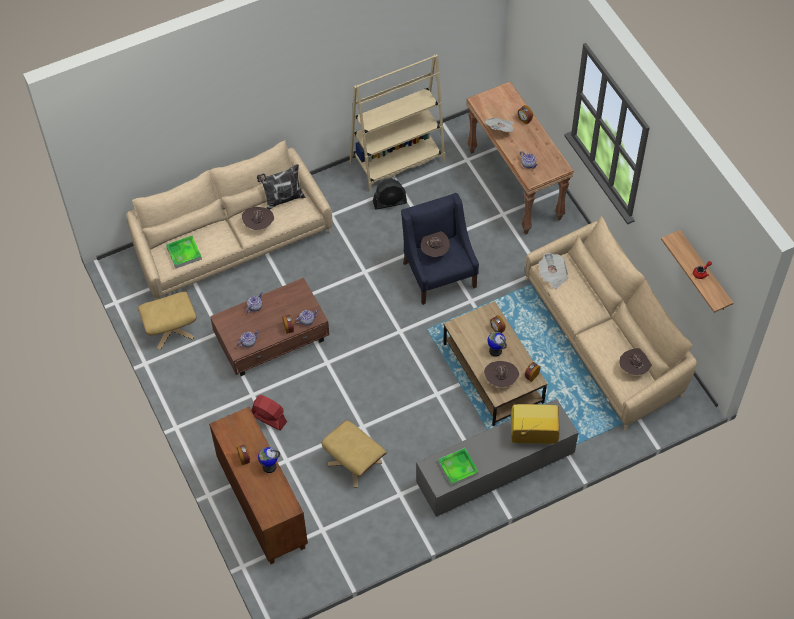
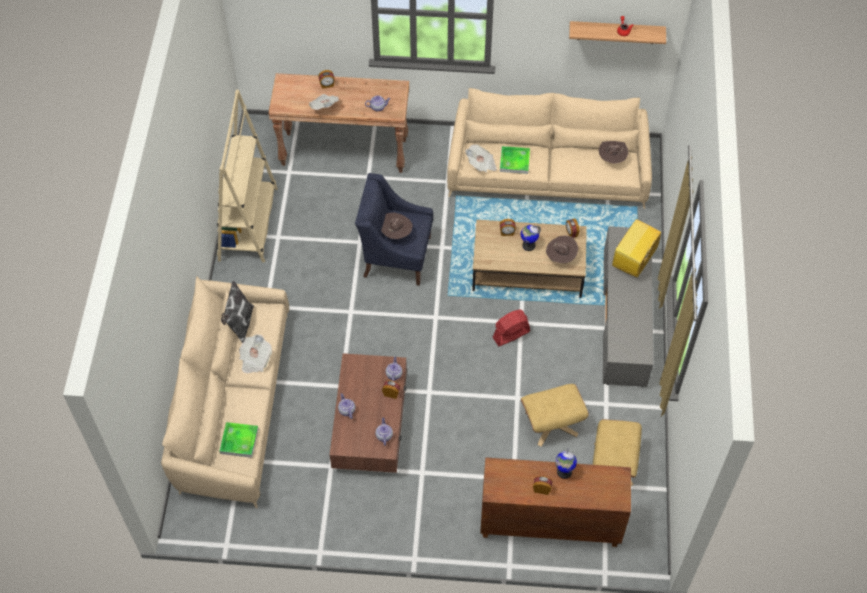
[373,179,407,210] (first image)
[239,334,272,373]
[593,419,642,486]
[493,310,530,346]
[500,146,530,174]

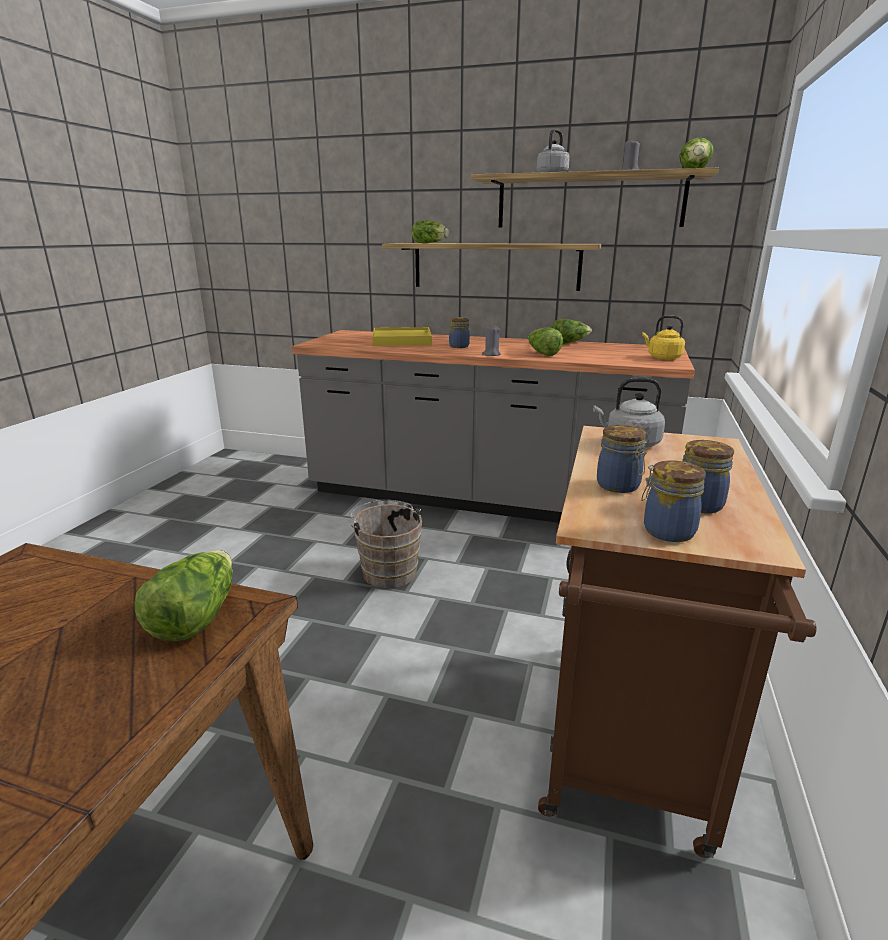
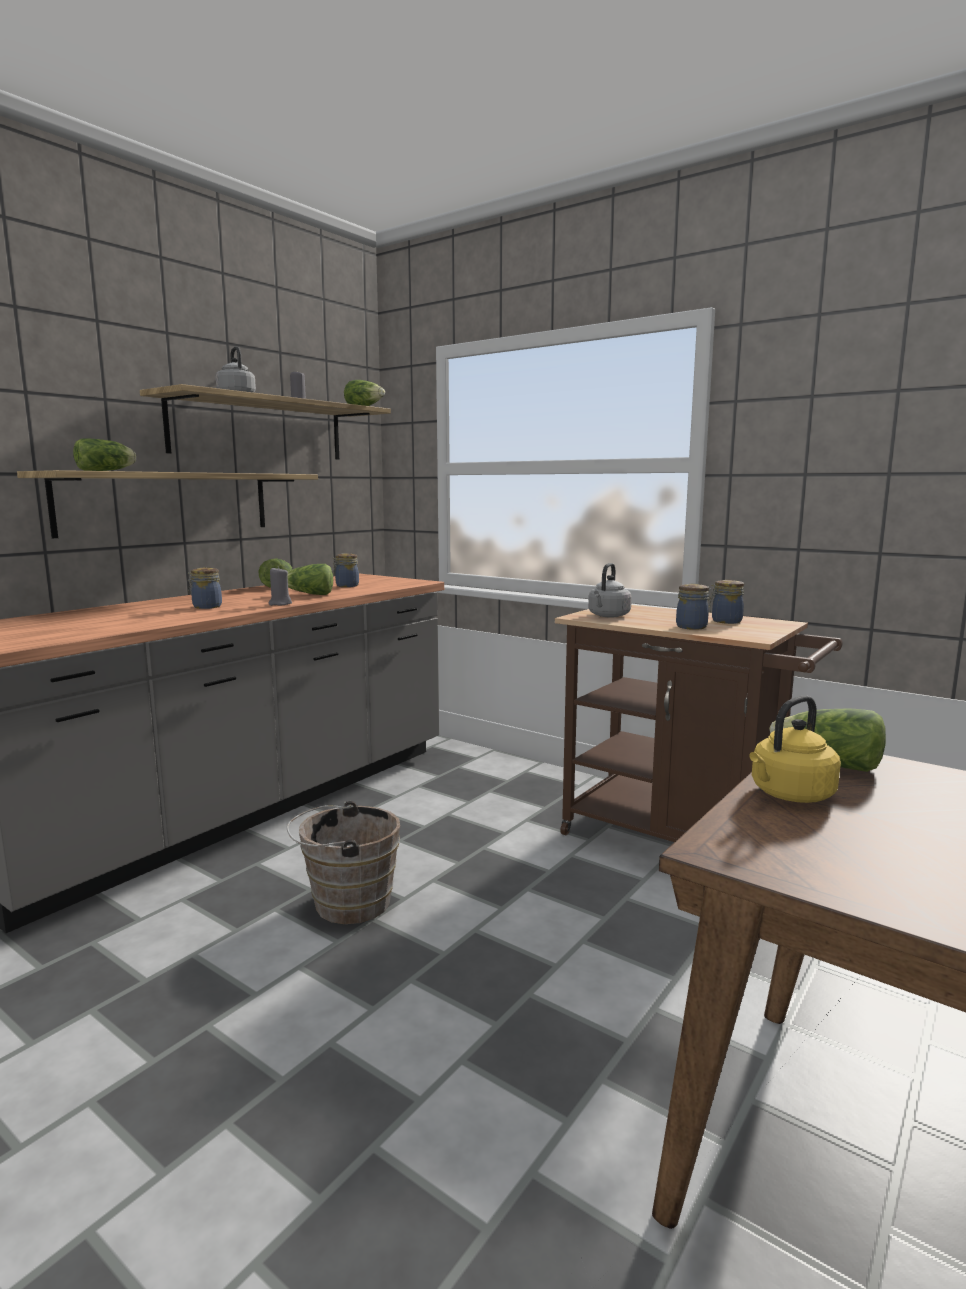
[749,695,841,803]
[372,327,432,346] (first image)
[333,553,359,587]

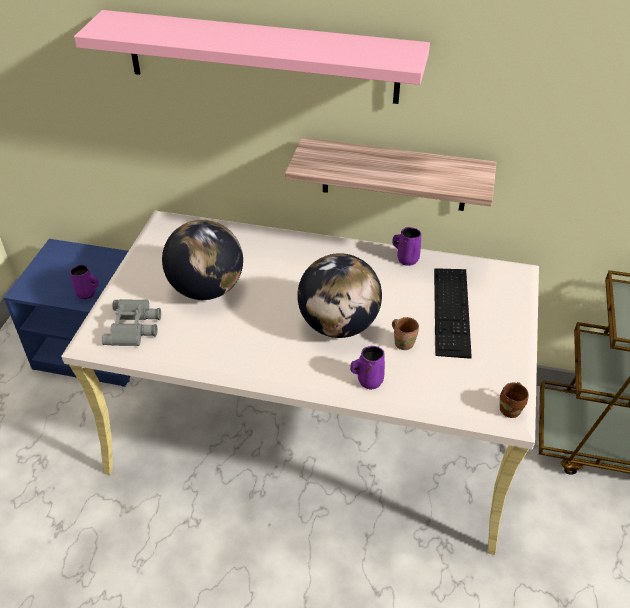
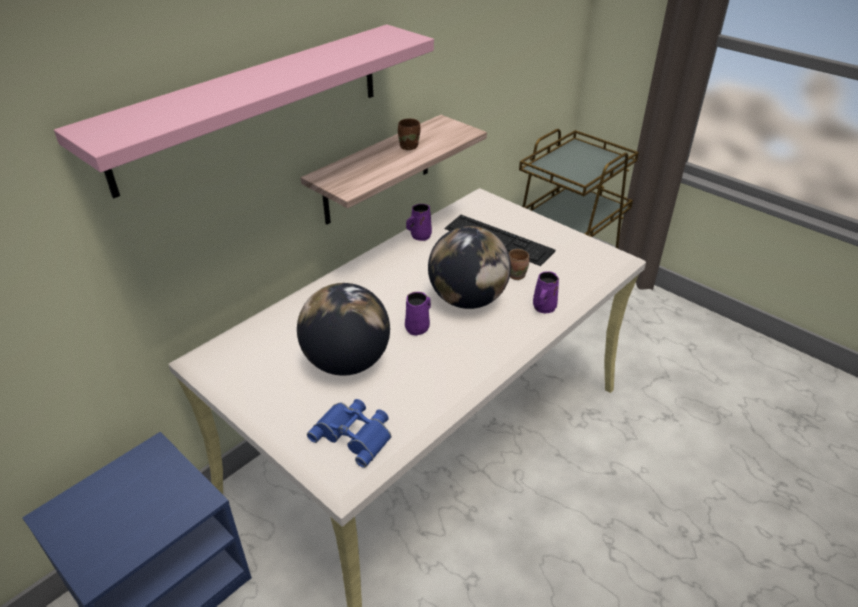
[405,292,431,336]
[307,399,391,468]
[398,119,420,150]

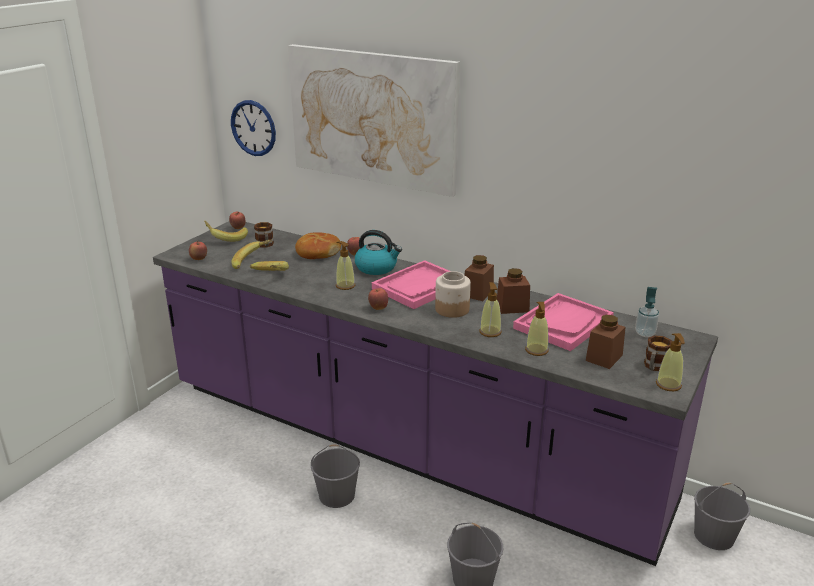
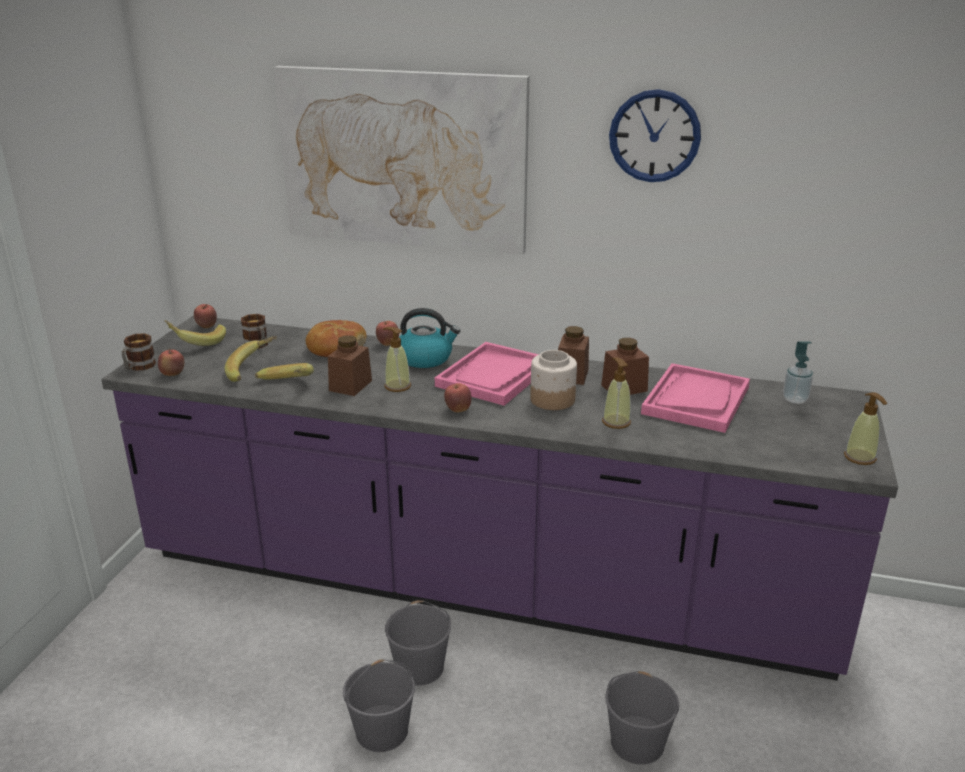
[609,89,701,182]
[525,302,549,356] (first image)
[328,335,372,396]
[122,333,156,371]
[343,659,415,752]

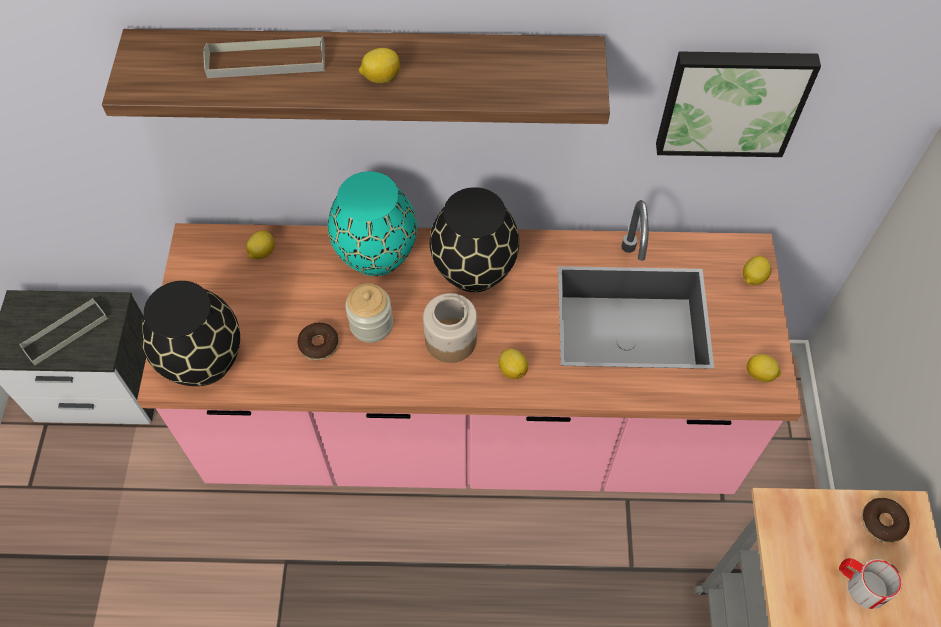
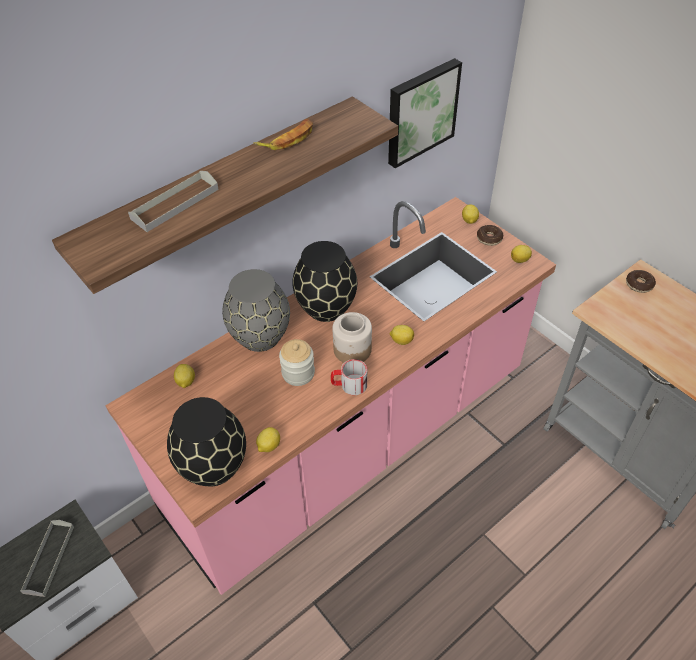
[256,427,280,452]
[222,269,290,352]
[477,225,503,246]
[331,359,367,395]
[253,119,313,150]

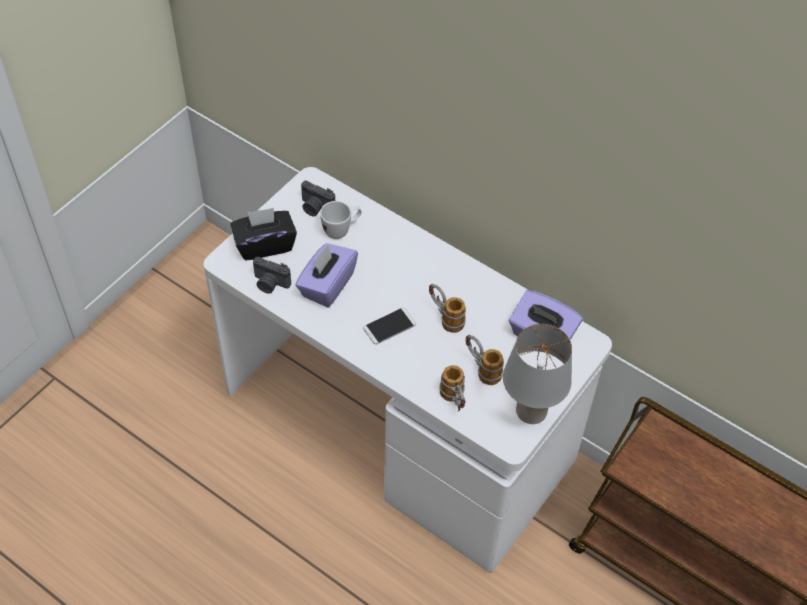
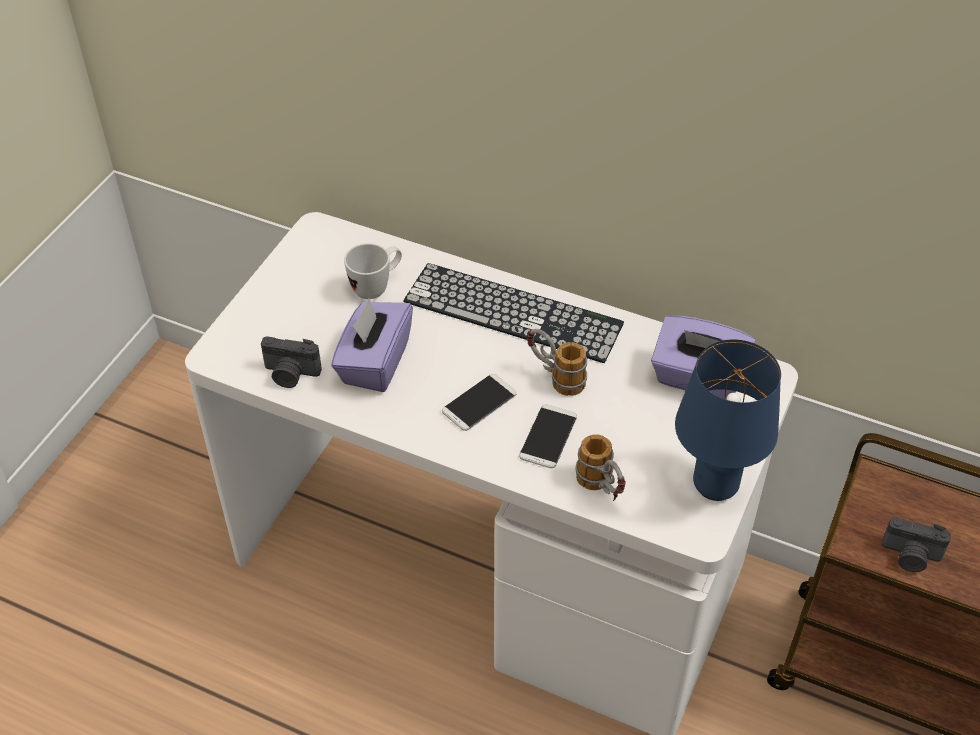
[882,517,951,572]
[231,208,297,260] (first image)
[675,339,781,501]
[466,335,504,385] (first image)
[403,263,624,363]
[519,404,577,468]

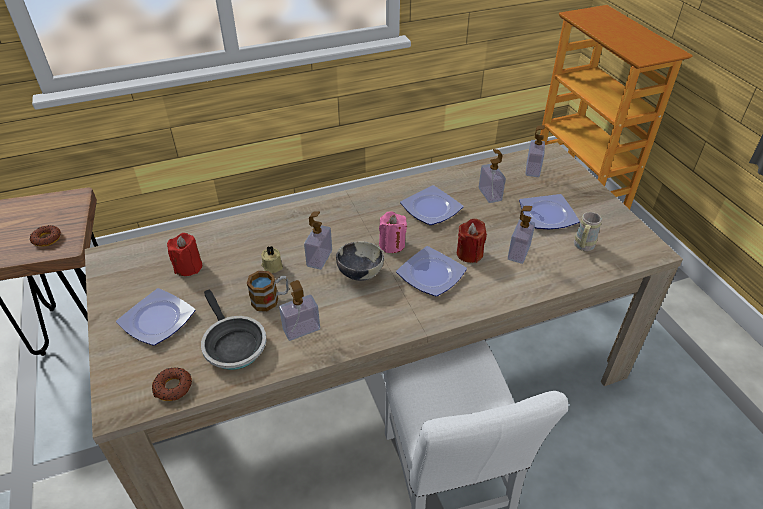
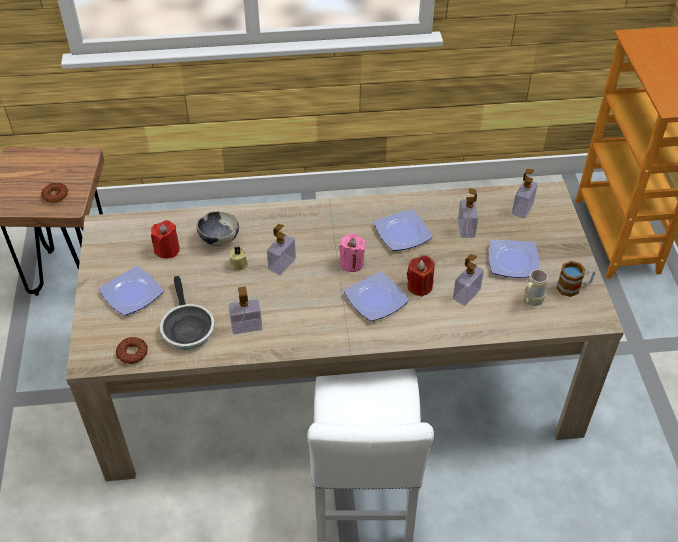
[197,211,239,246]
[556,261,595,297]

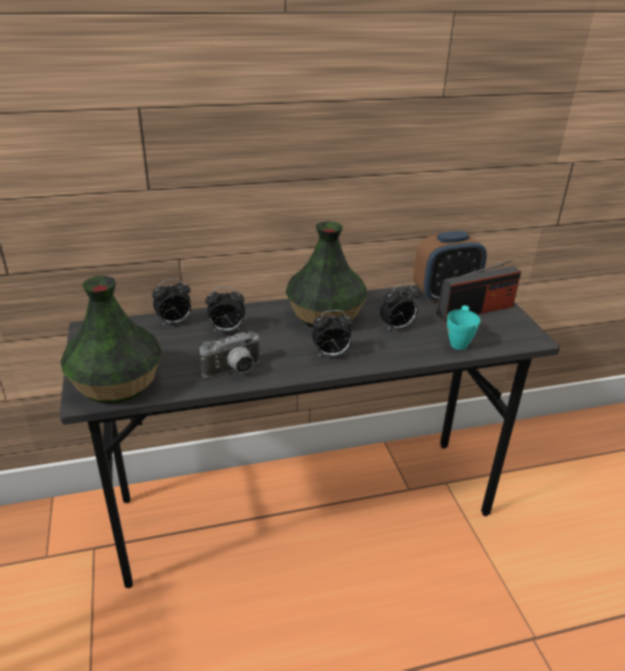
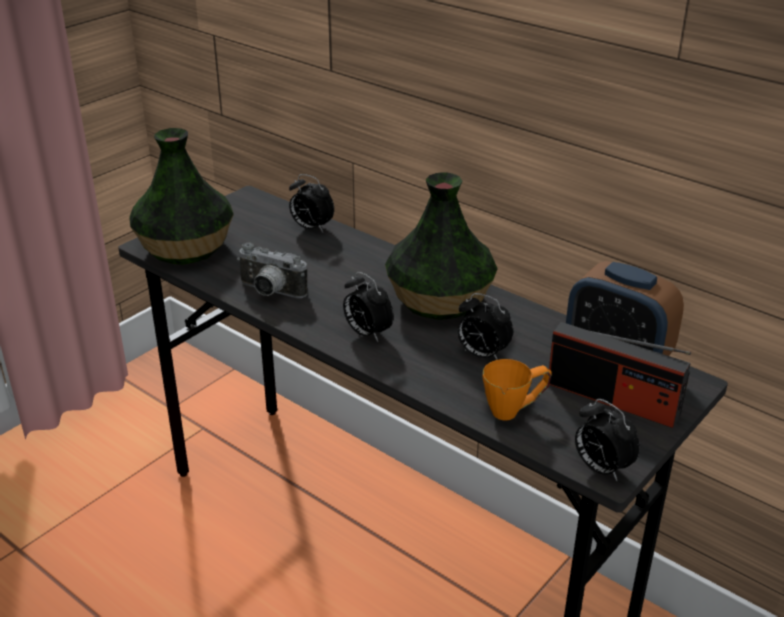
[575,399,640,481]
[483,359,552,421]

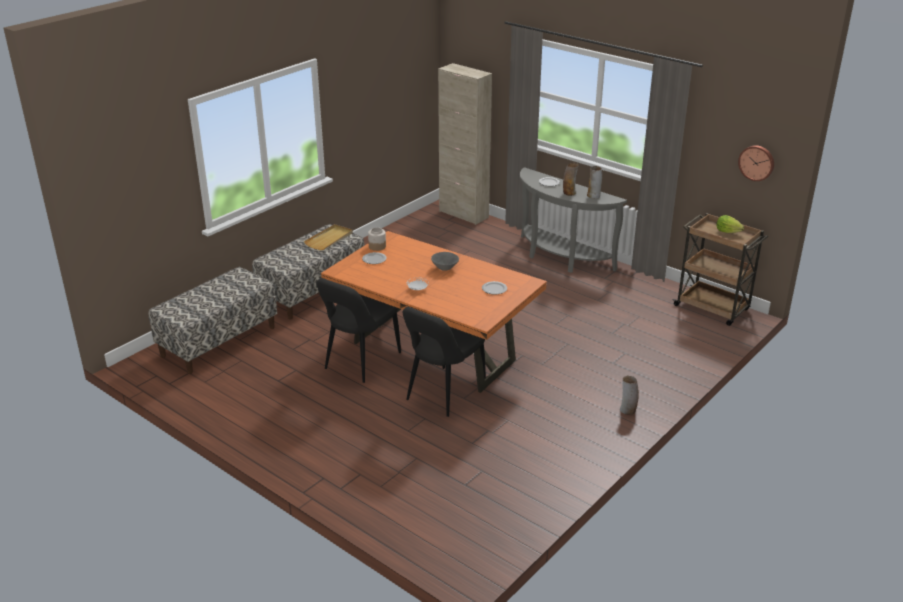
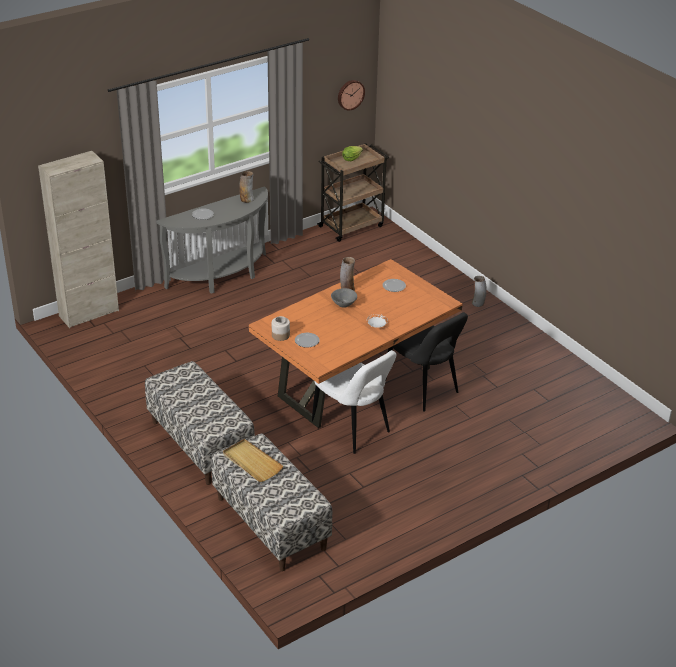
[340,257,355,290]
[223,439,283,482]
[312,350,396,454]

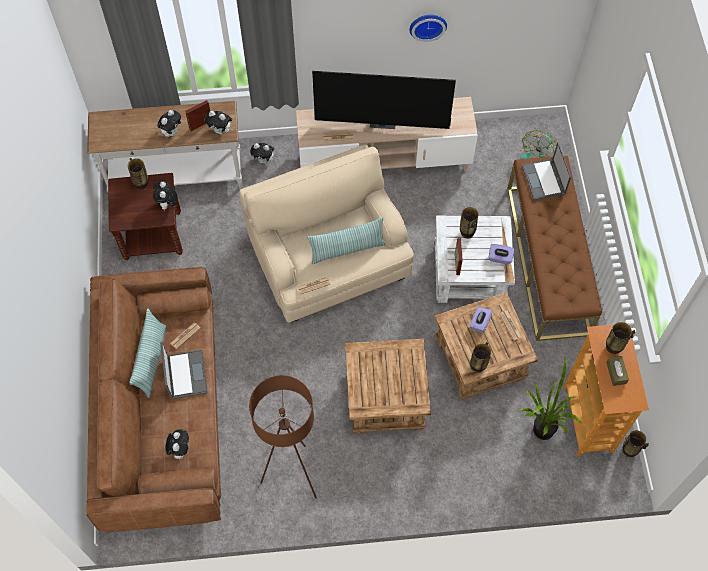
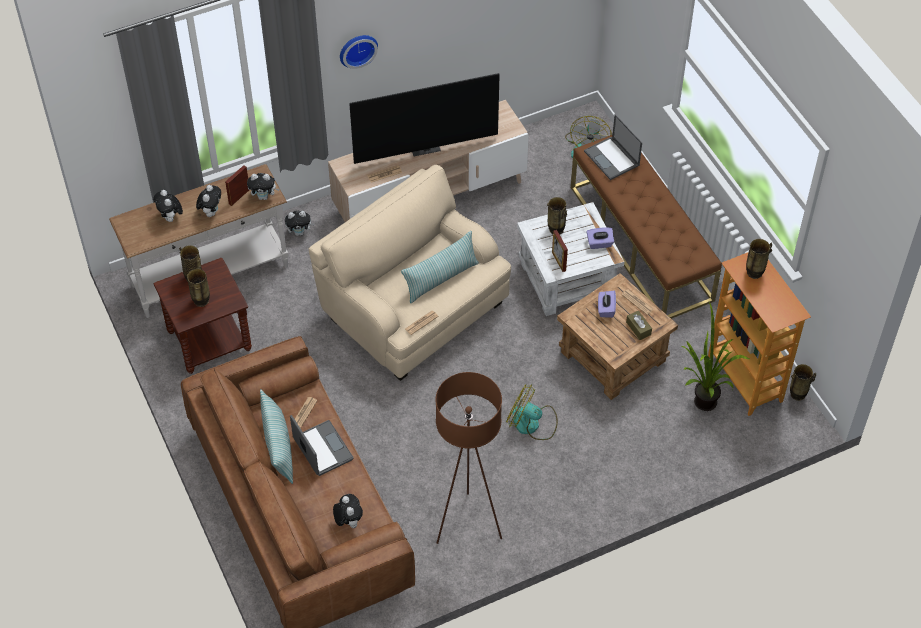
[340,35,378,69]
[153,190,183,222]
[506,384,558,440]
[187,267,210,307]
[626,311,652,340]

